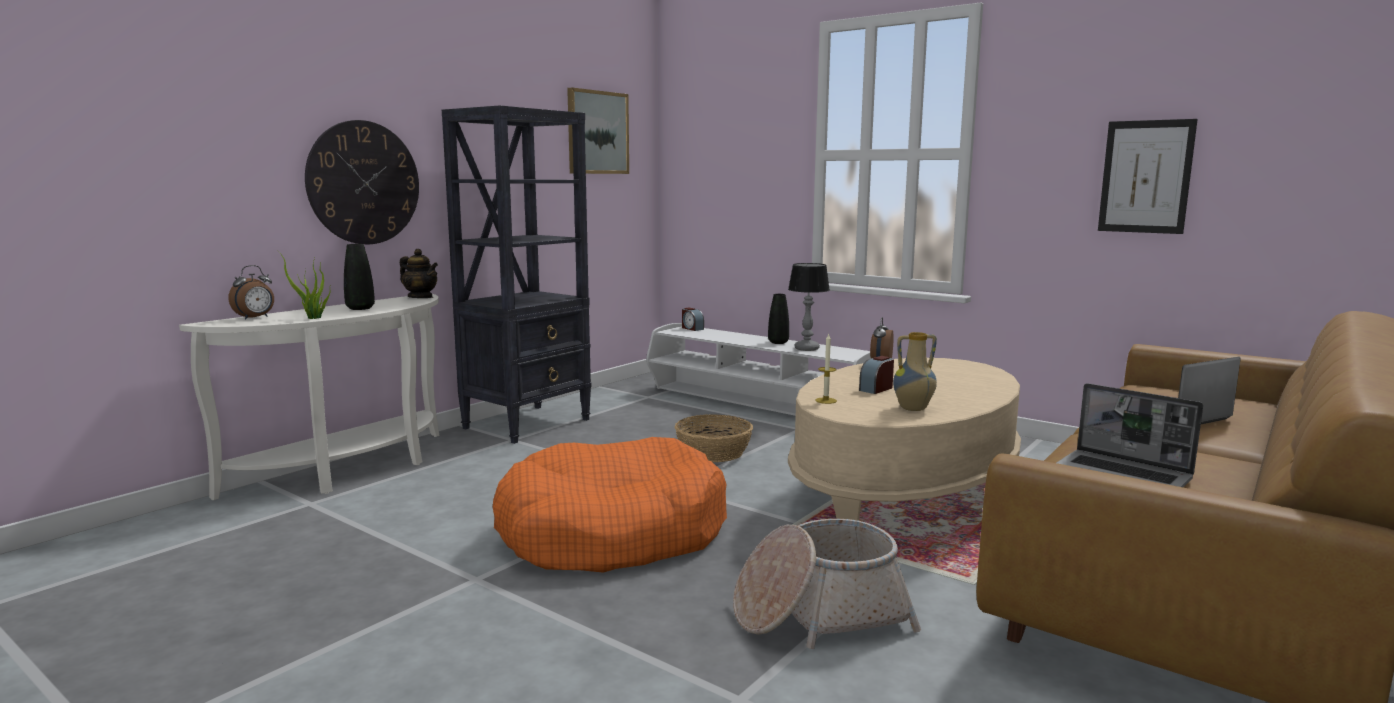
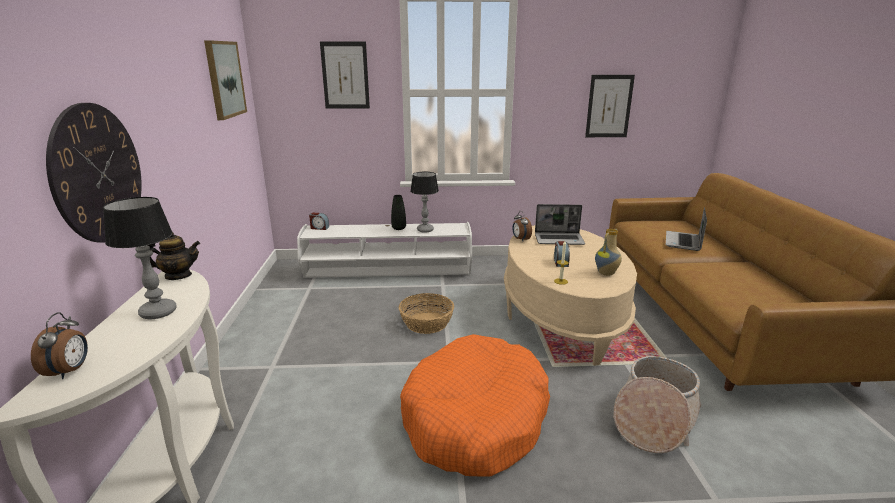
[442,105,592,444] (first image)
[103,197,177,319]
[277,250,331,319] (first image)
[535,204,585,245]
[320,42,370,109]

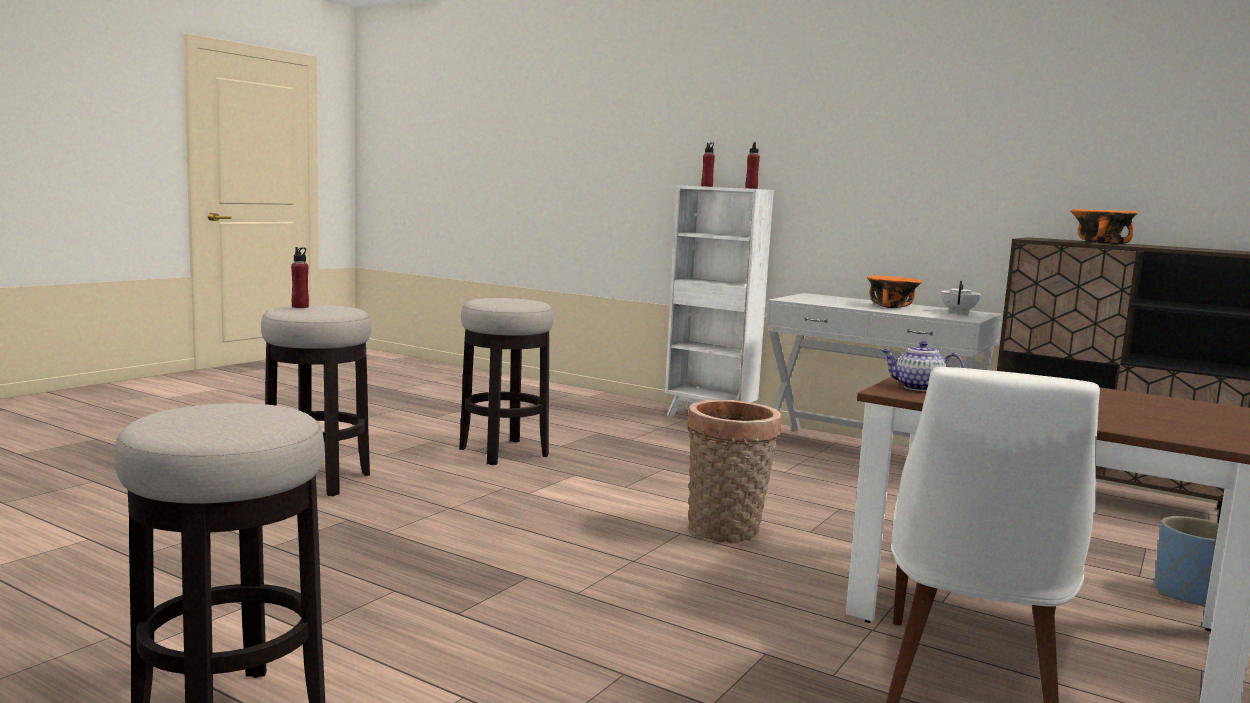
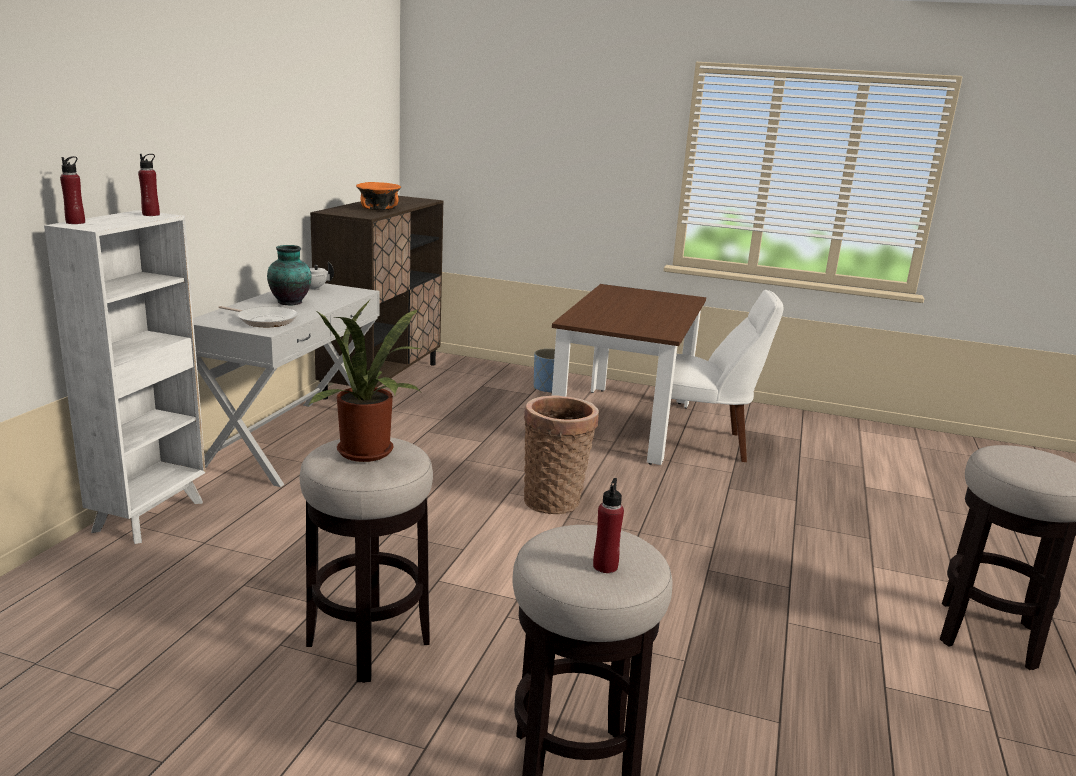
[267,245,312,305]
[882,341,964,391] (first image)
[308,300,421,462]
[218,306,298,327]

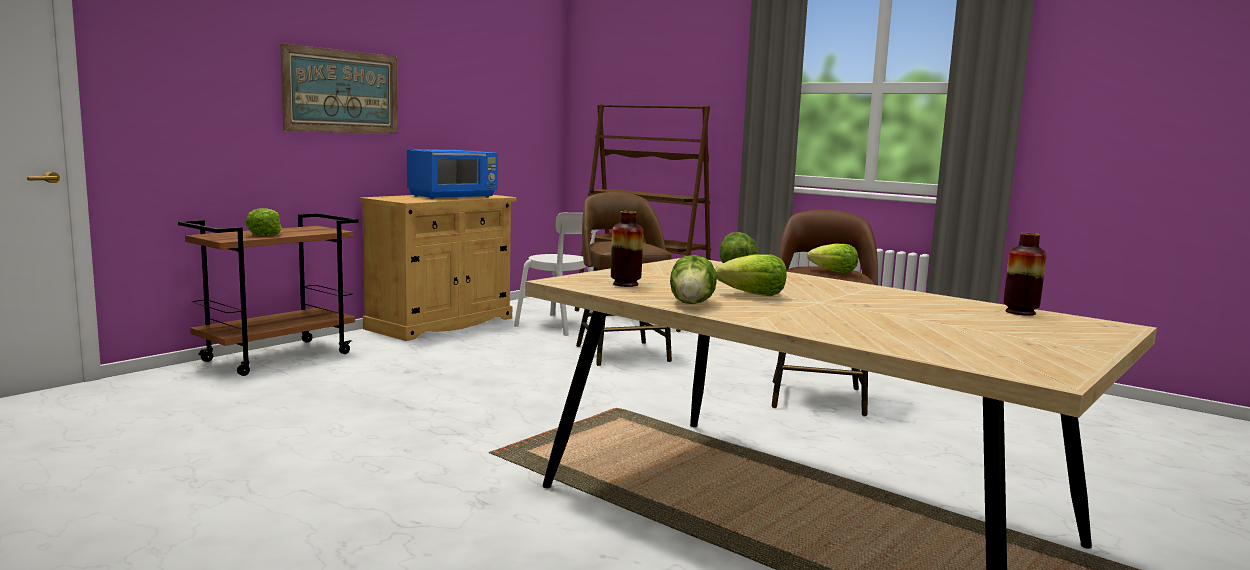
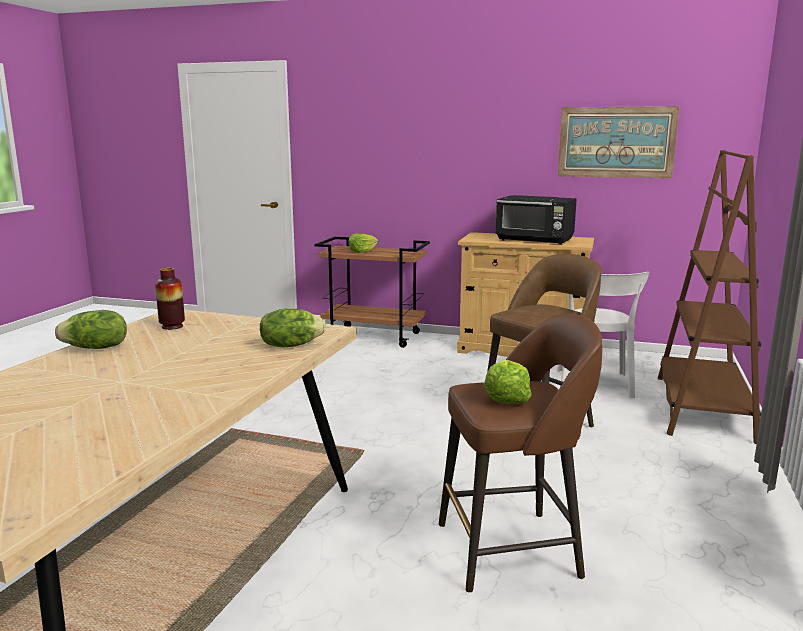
[558,106,680,179]
[495,195,577,245]
[1003,233,1047,316] (first image)
[715,254,787,296] (first image)

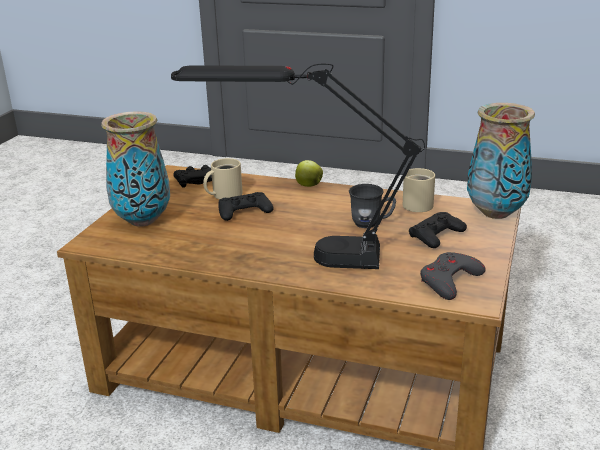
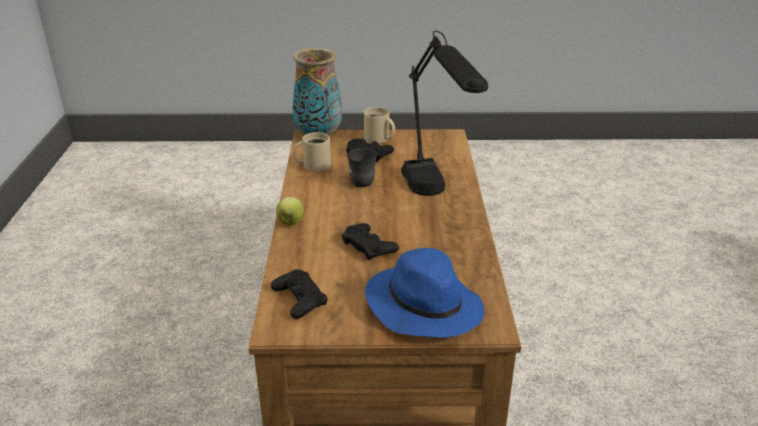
[365,248,484,338]
[364,107,395,143]
[420,252,486,300] (first image)

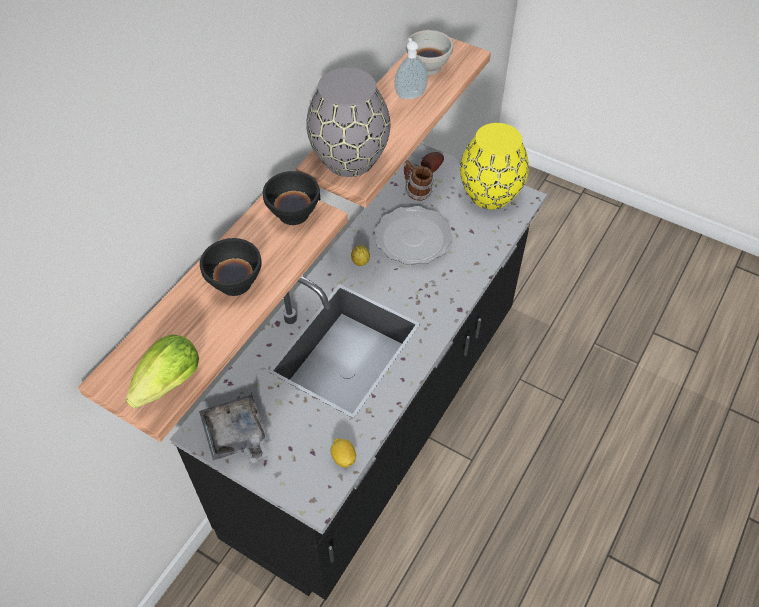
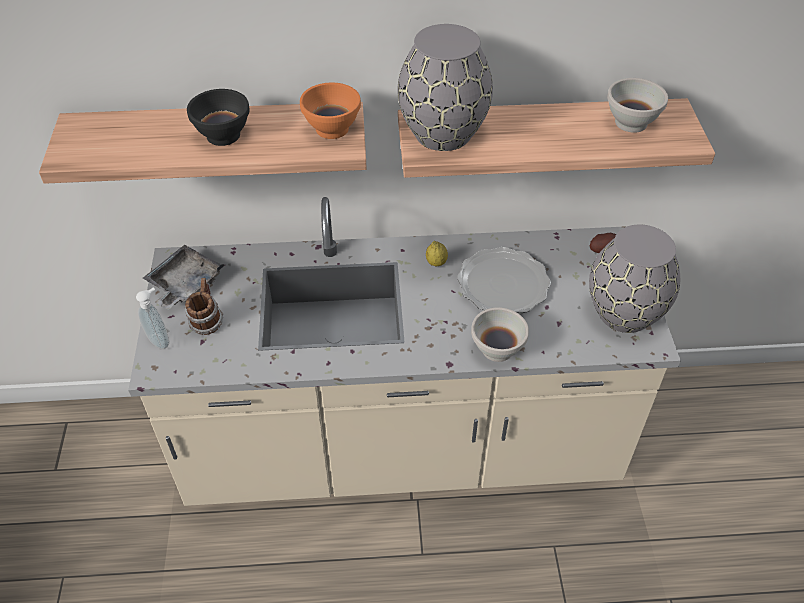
[136,288,170,349]
[589,225,680,333]
[128,197,681,506]
[184,278,223,335]
[300,83,361,139]
[126,334,199,409] (first image)
[331,438,356,467] (first image)
[471,307,529,362]

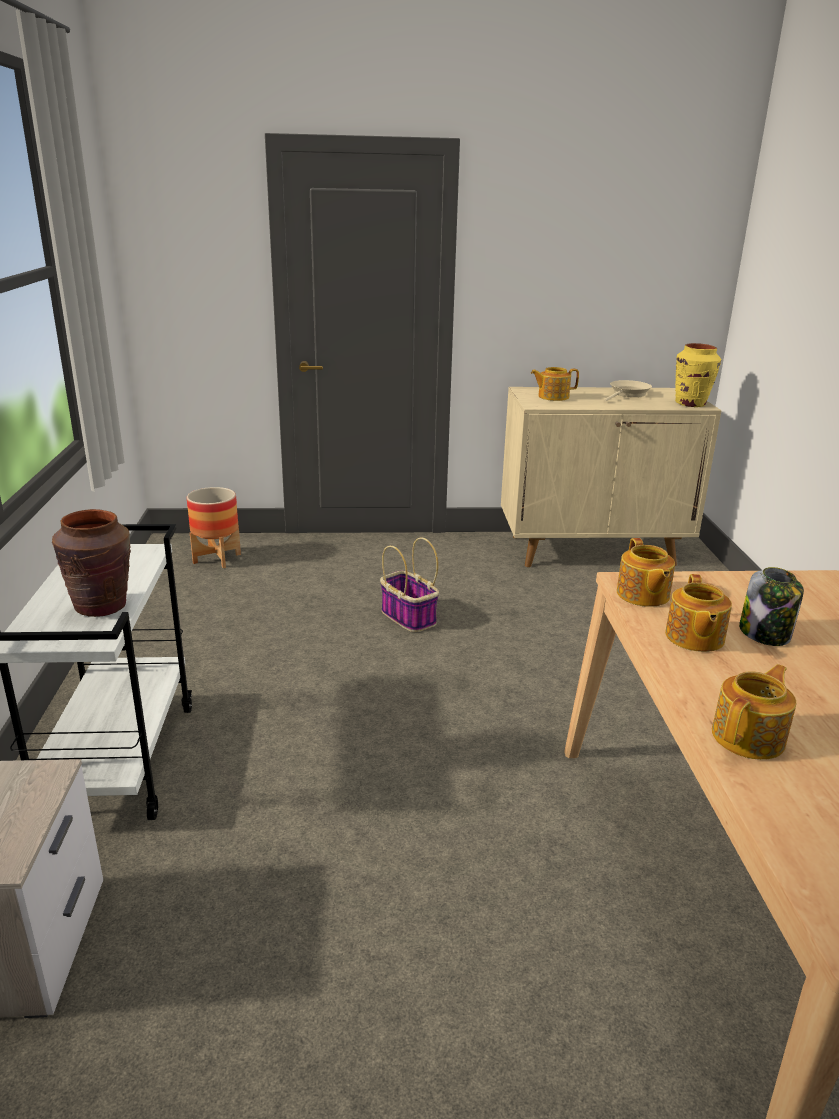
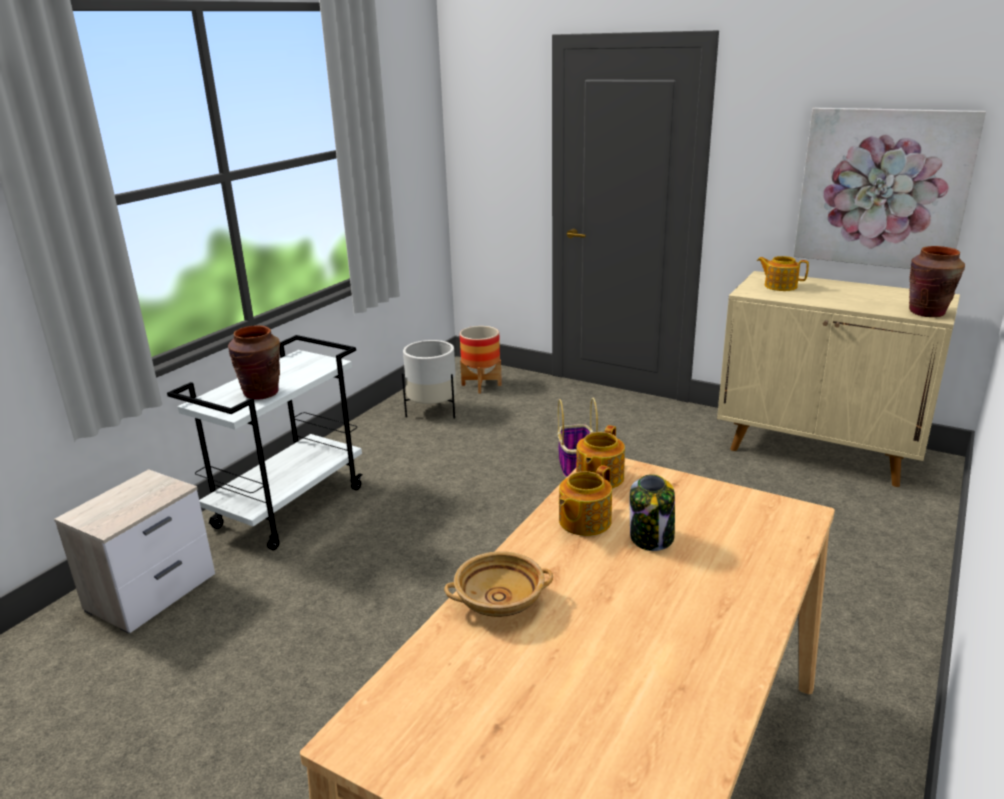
[909,246,965,317]
[604,380,652,402] (first image)
[444,551,553,617]
[794,108,986,269]
[402,340,457,419]

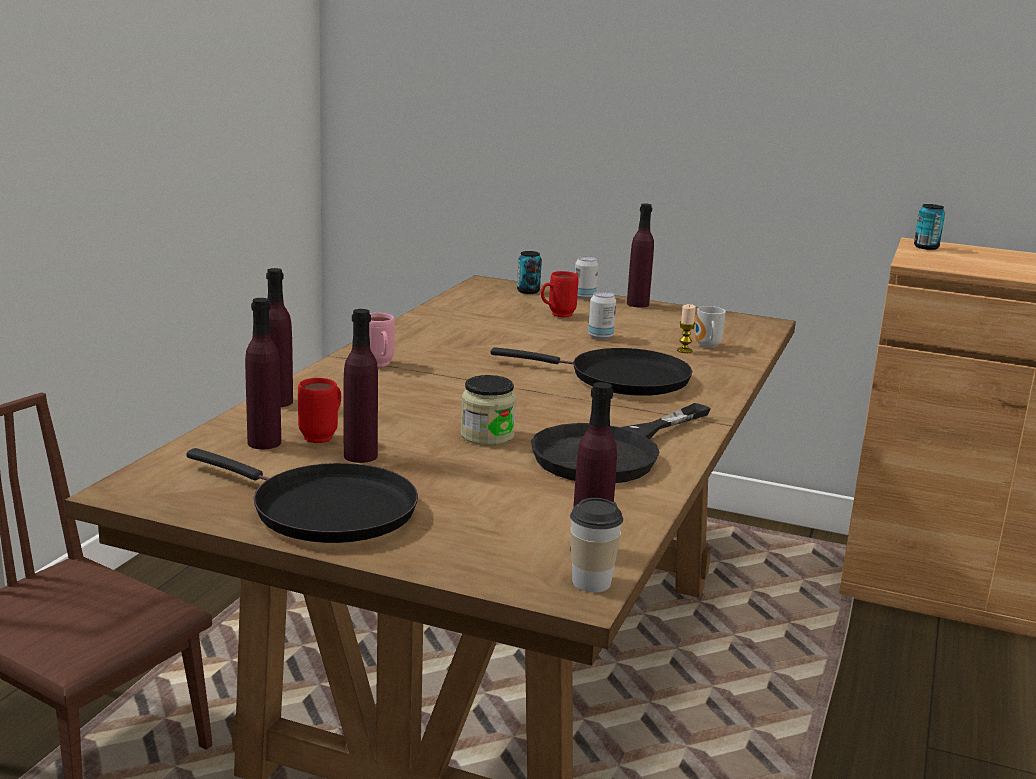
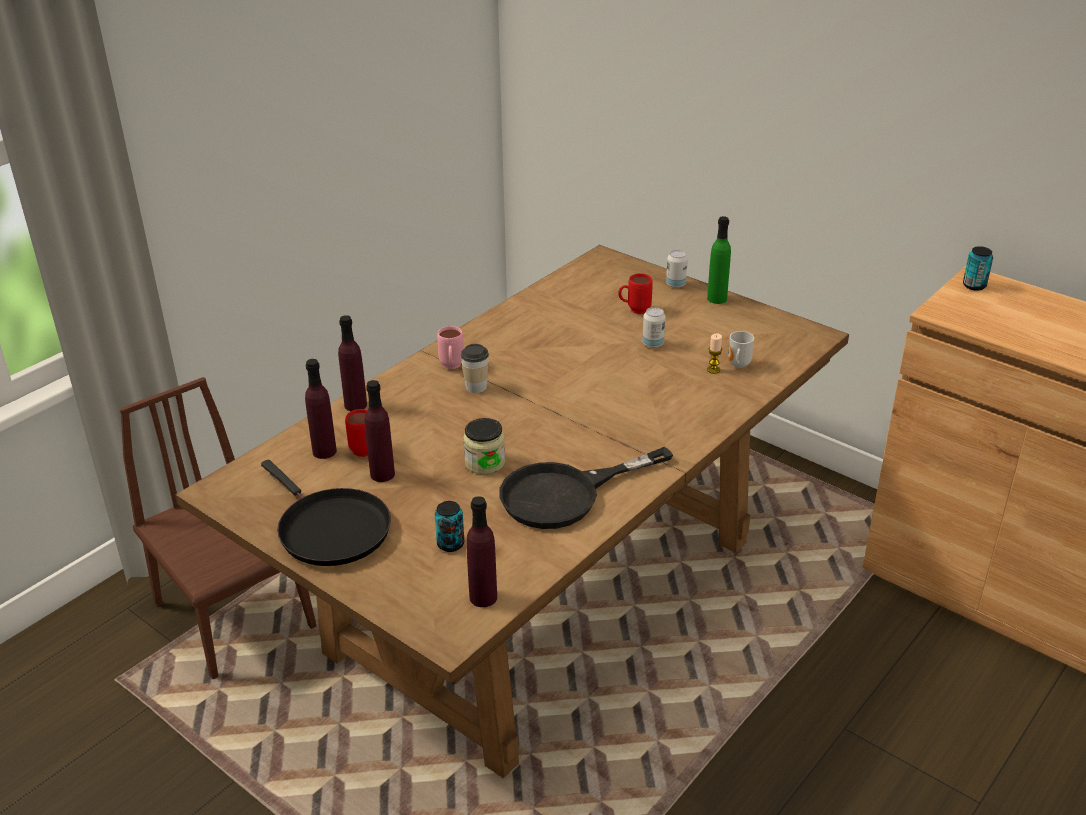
[707,216,731,304]
[435,501,464,552]
[491,347,692,396] (first image)
[460,344,489,393]

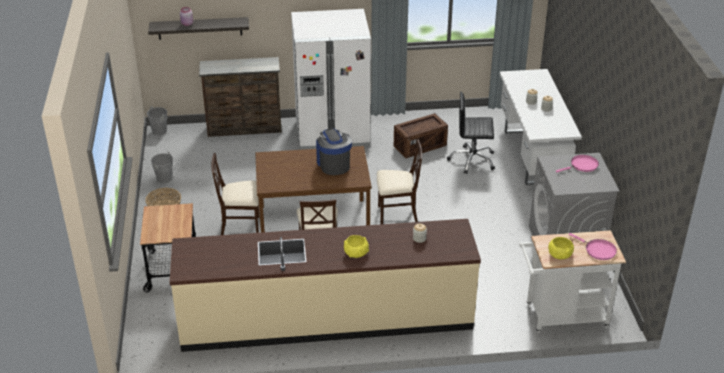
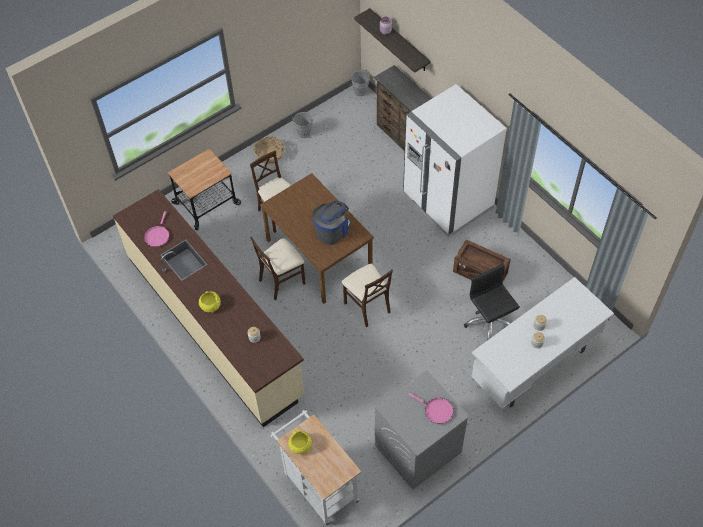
[144,211,169,247]

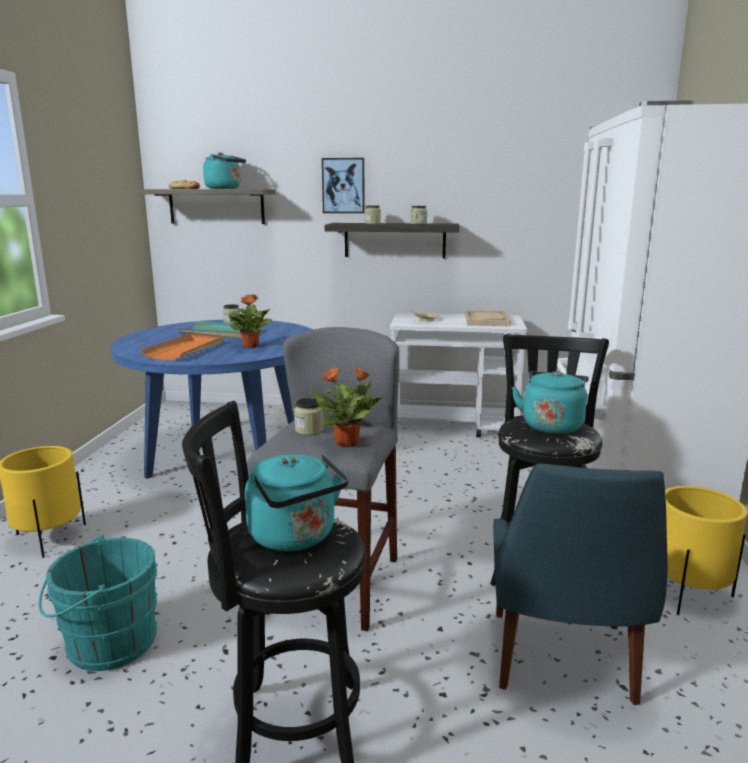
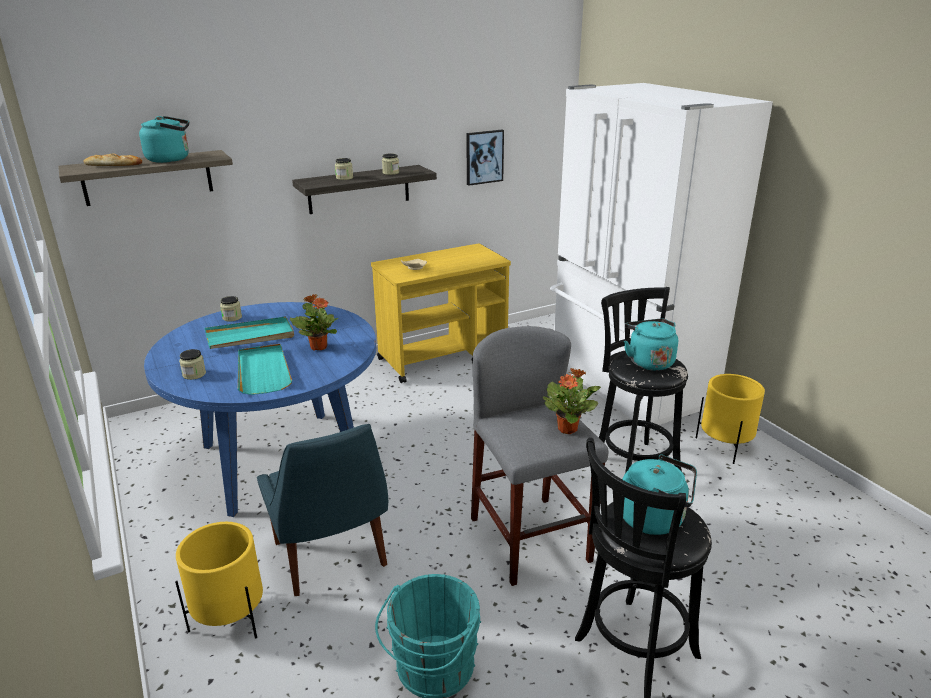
[466,130,504,186]
[465,310,511,326] (first image)
[371,244,511,383]
[238,344,292,395]
[179,349,206,380]
[257,424,388,596]

